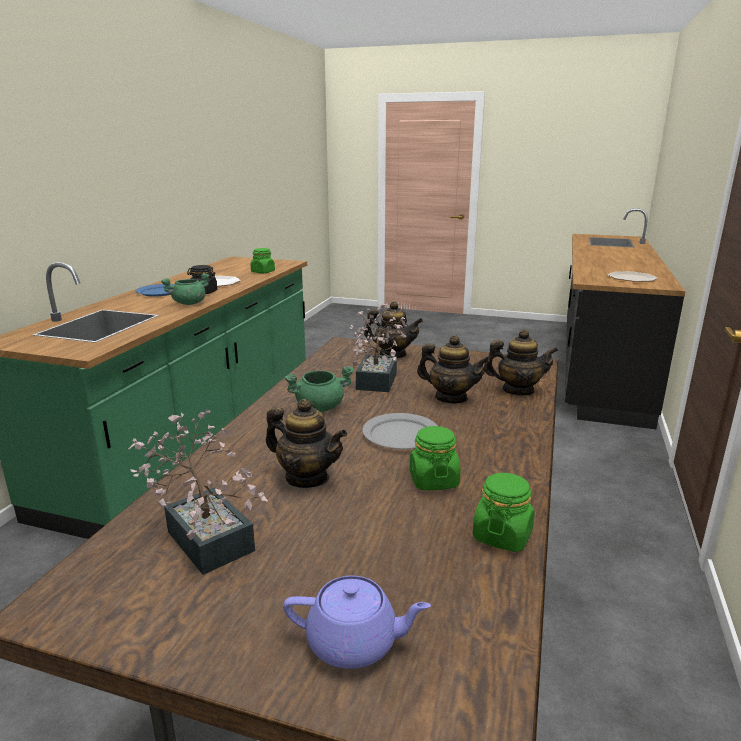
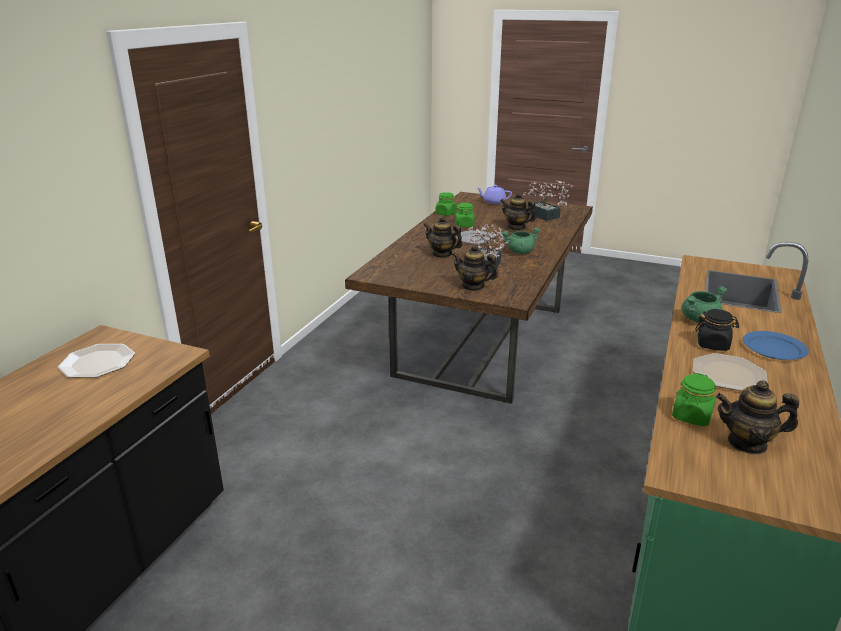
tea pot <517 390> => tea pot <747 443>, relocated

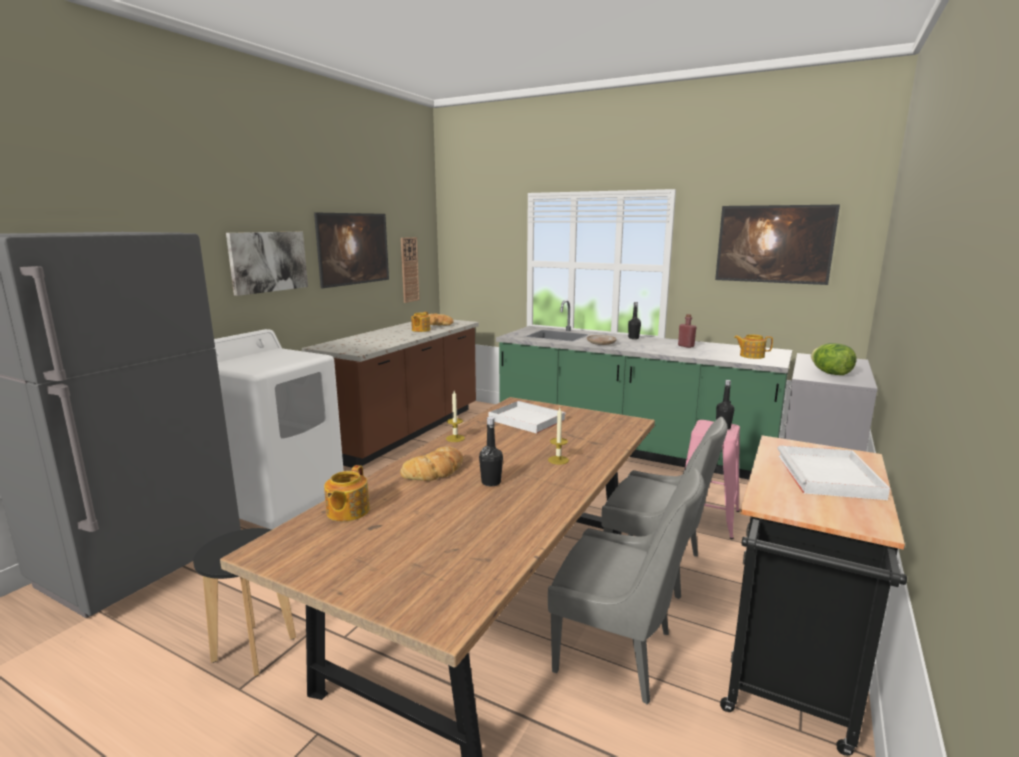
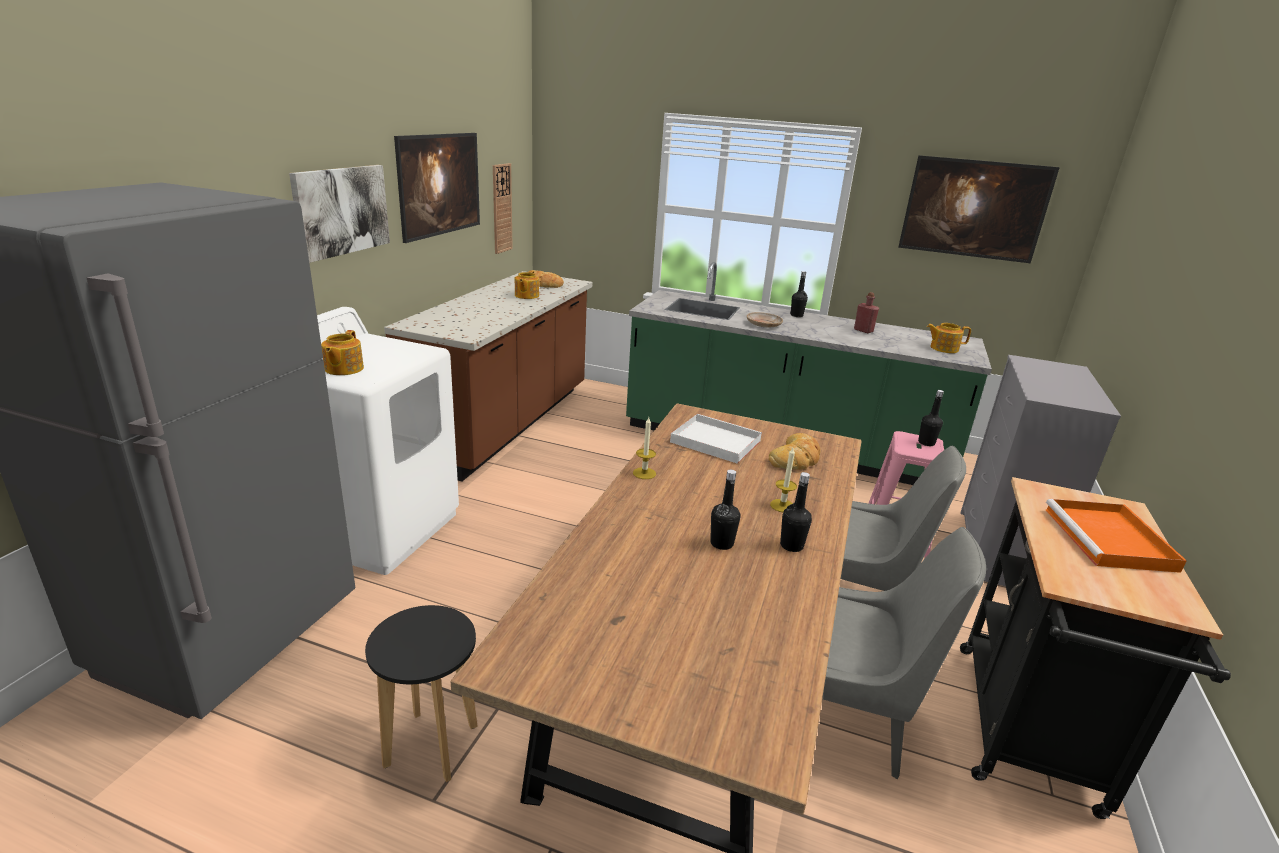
lettuce <830 373> => nothing
white-coloured serving tray <830 477> => orangey serving tray <1110 540>
bakery bread <435 470> => bakery bread <796 458>, relocated
tea pot <347 511> => tea pot <343 369>, relocated
nothing => blackish drink bottle <791 545>

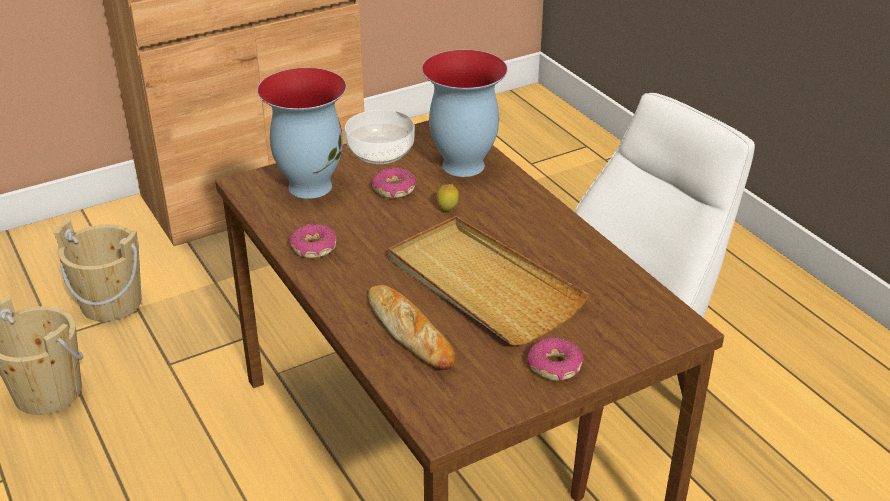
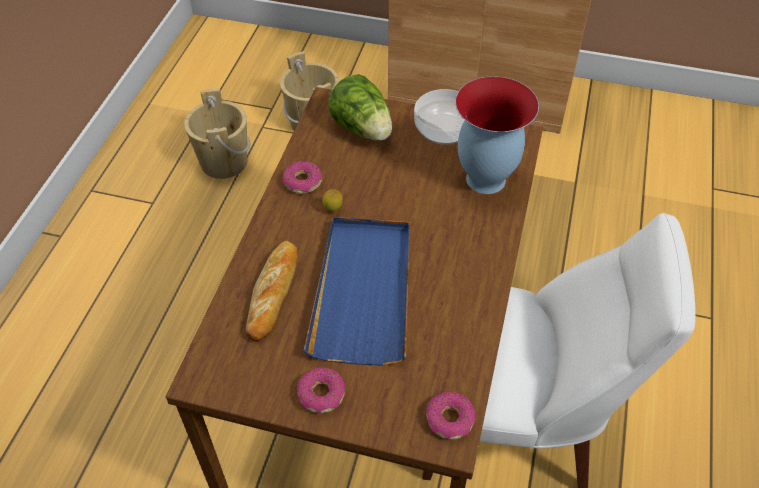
vase <309 185> => lettuce <363 129>
doughnut <394 190> => doughnut <449 420>, relocated
whole lemon <447 210> => whole lemon <333 210>, relocated
beige-coloured serving tray <482 285> => blue-coloured serving tray <363 291>

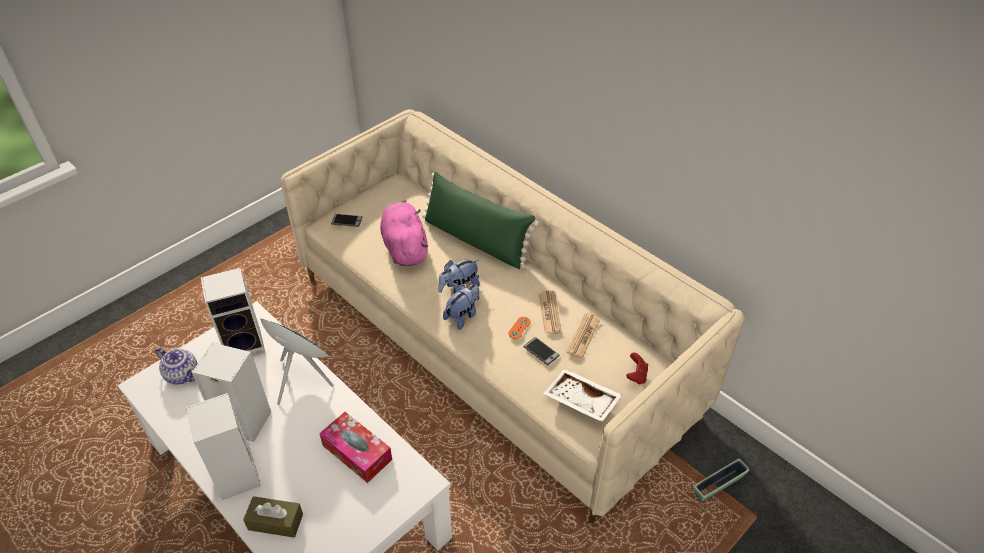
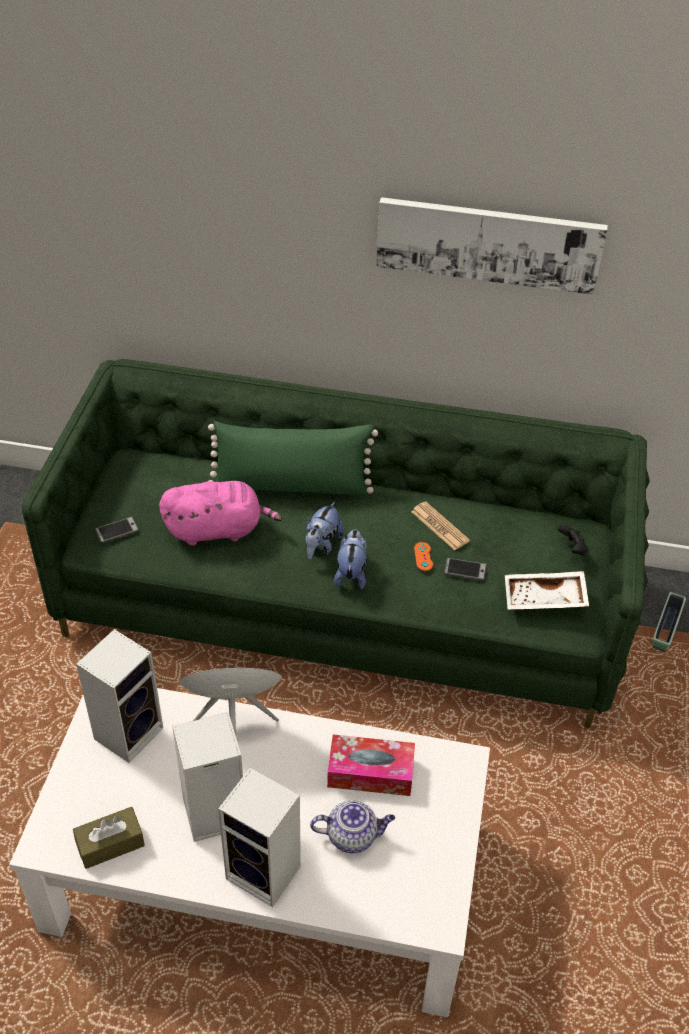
beige-coloured couch <492 344> => green couch <342 603>
pinkish soft toy <405 247> => pinkish soft toy <218 530>, 135 degrees clockwise
daily paper <583 336> => nothing
tea pot <183 375> => tea pot <353 836>, relocated
red-coloured game controller <636 376> => blackish game controller <572 548>
brown tissue holder <275 522> => brown tissue holder <110 844>, relocated
nothing => picture <488 243>

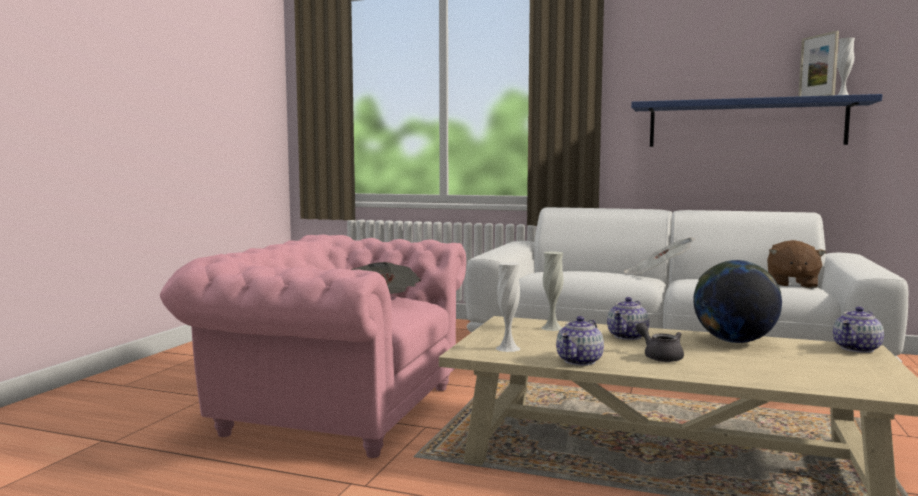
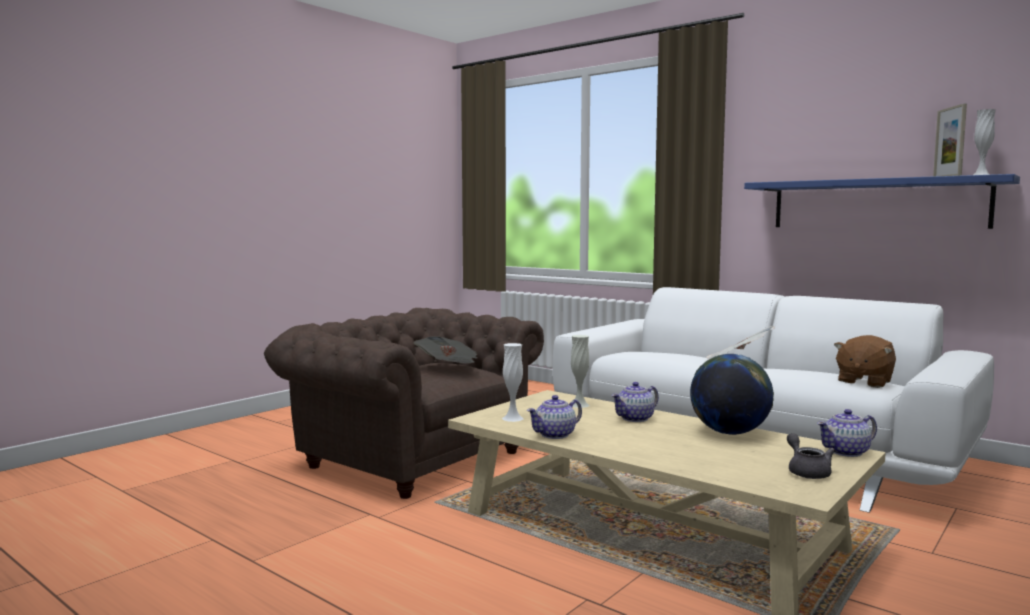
pinkish lounge chair <334 408> => brown lounge chair <410 457>
greyish tea pot <660 356> => greyish tea pot <807 472>, relocated

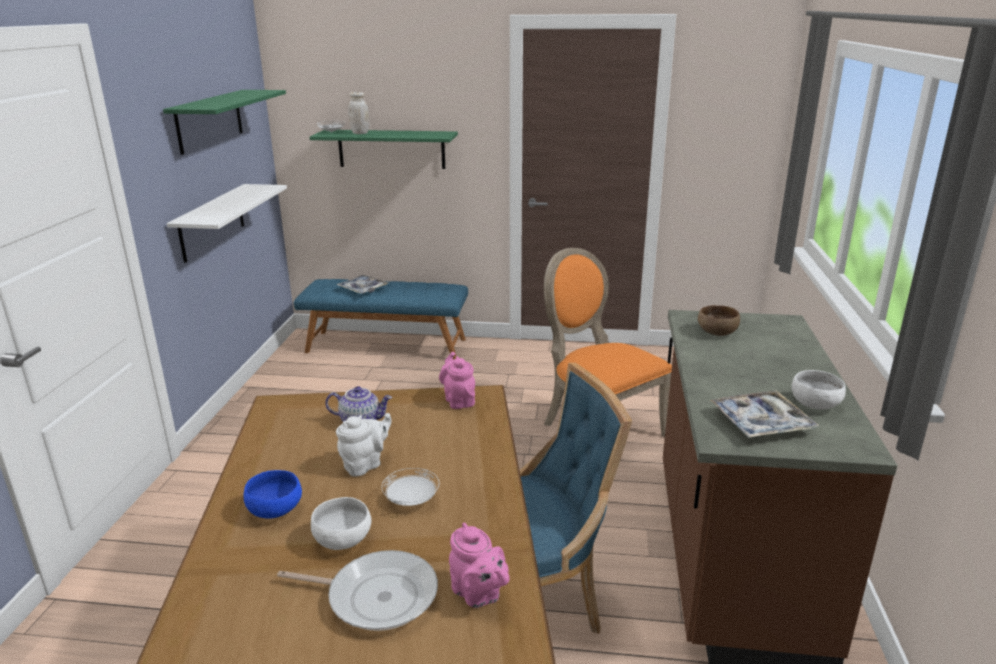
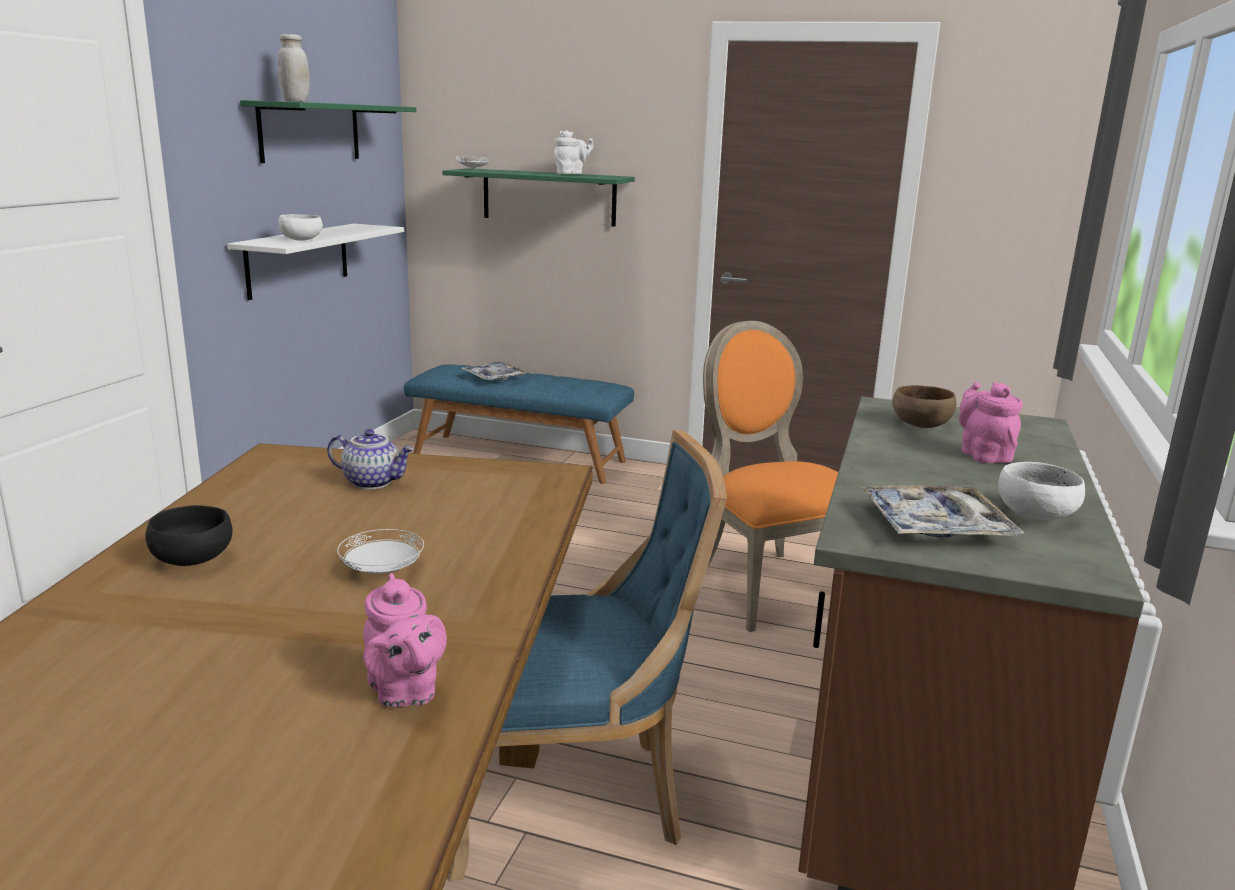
white-coloured preserve jar <360 133> => white-coloured preserve jar <295 101>, relocated
pinkish tea pot <458 400> => pinkish tea pot <983 454>, relocated
white-coloured tea pot <365 465> => white-coloured tea pot <571 174>, relocated
blue-coloured serving bowl <276 510> => blackish serving bowl <195 560>
white-coloured serving bowl <344 540> => white-coloured serving bowl <302 240>, relocated
skillet <377 596> => nothing

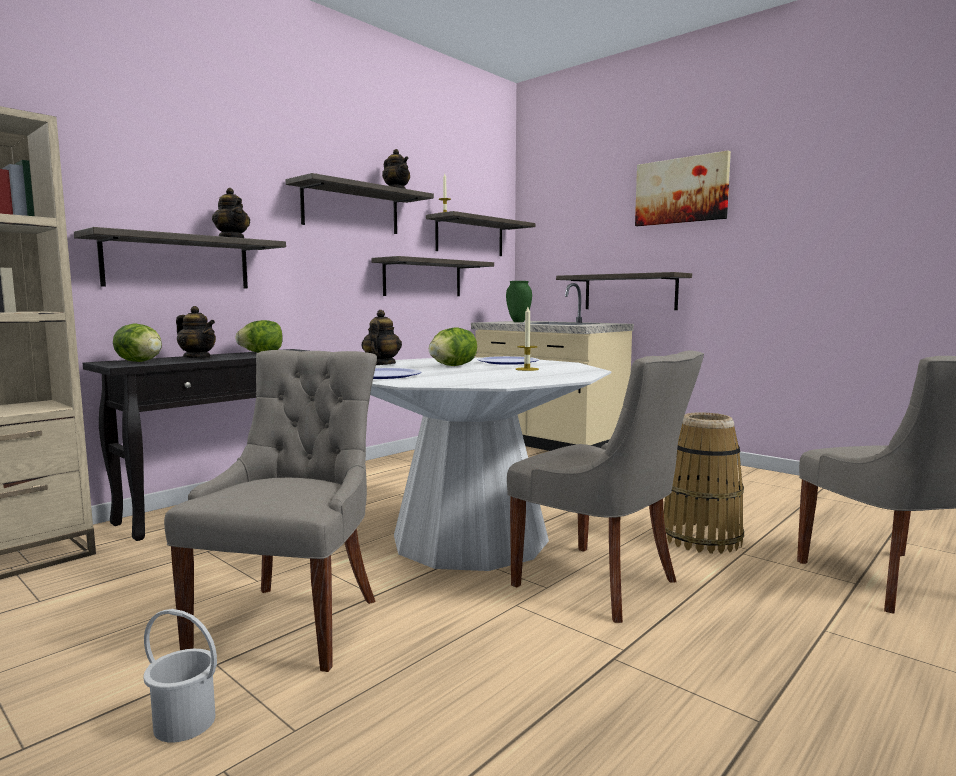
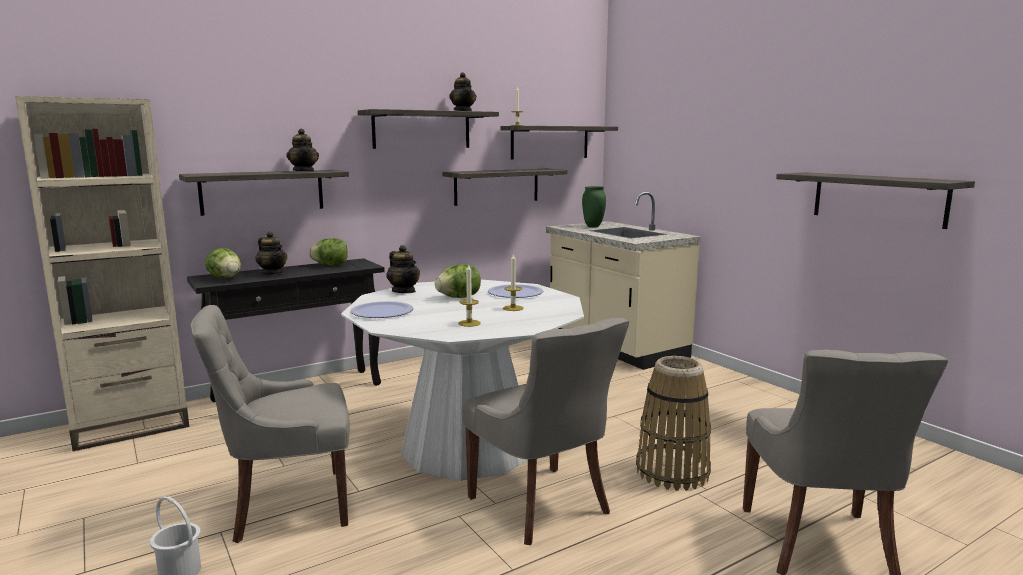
picture <681 191> => nothing
wall shelf <630 292> => wall shelf <878 198>, relocated
tea pot <381 364> => tea pot <404 291>, 120 degrees clockwise
greyish upright chair <292 622> => greyish upright chair <287 505>, 135 degrees counterclockwise
nothing => wax candle <469 323>

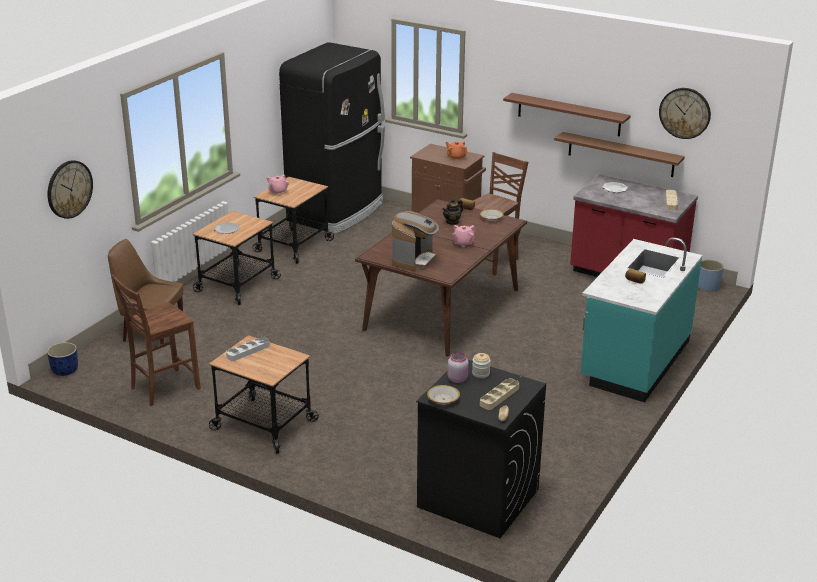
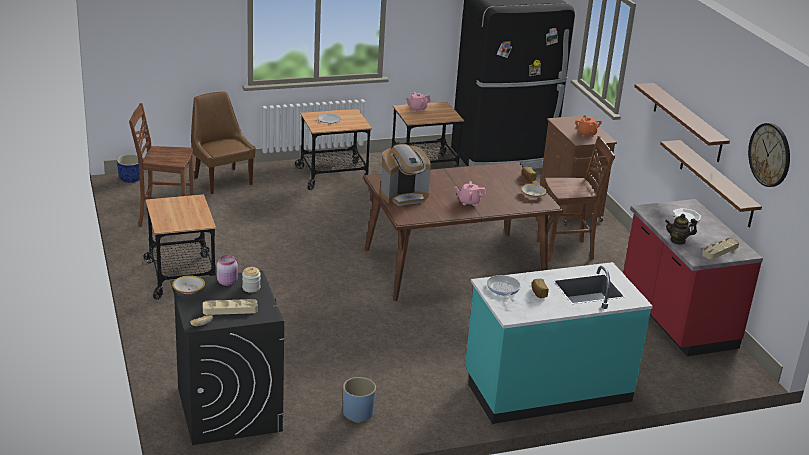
clock on the wall <69 189> => nothing
tea pot <452 222> => tea pot <678 241>, relocated
blue-coloured planter <708 287> => blue-coloured planter <358 414>, relocated
greyish serving tray <248 351> => nothing
nothing => skillet <503 289>

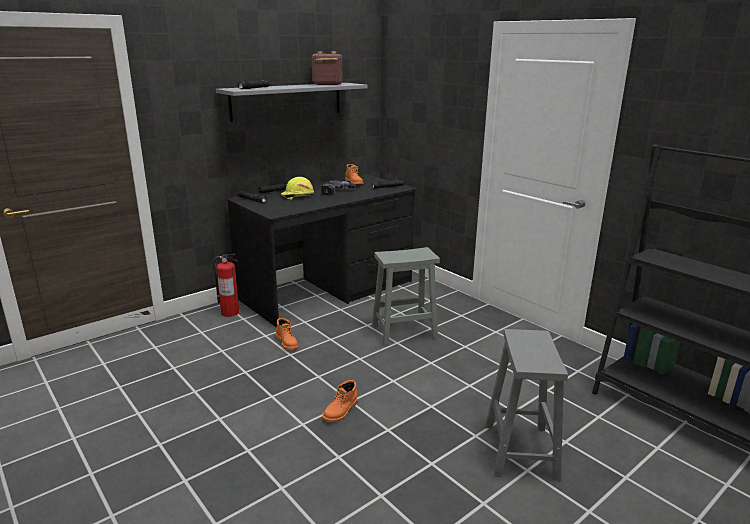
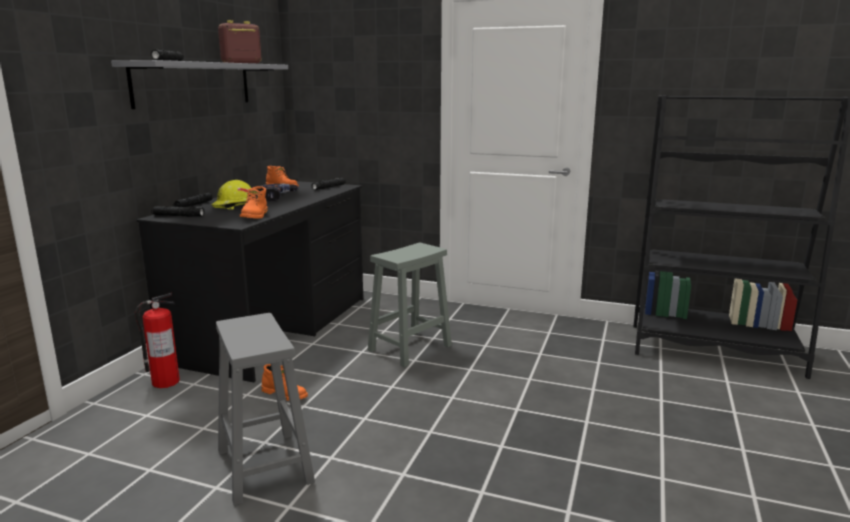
greyish stool seat <521 451> => greyish stool seat <265 467>, relocated
orangey boot <341 411> => orangey boot <255 216>, relocated

